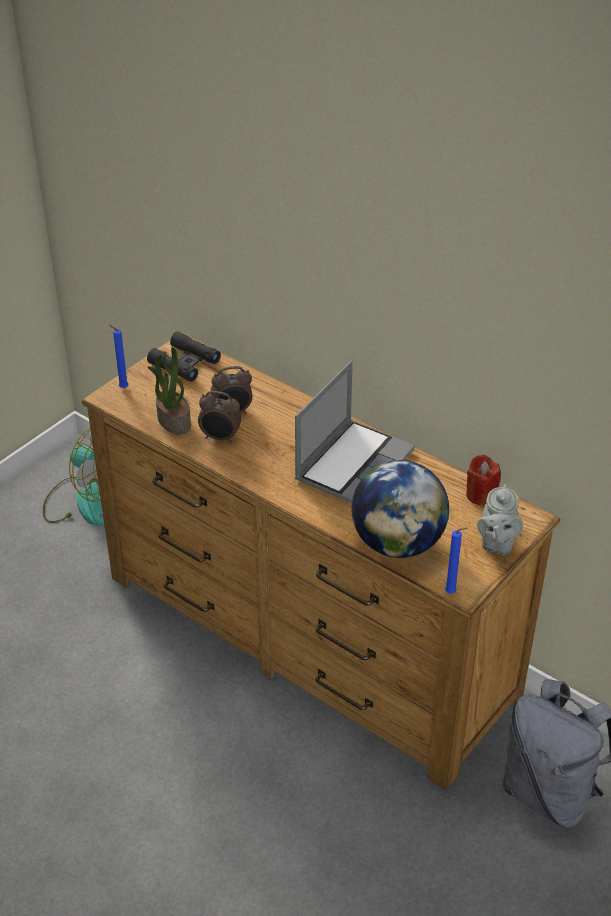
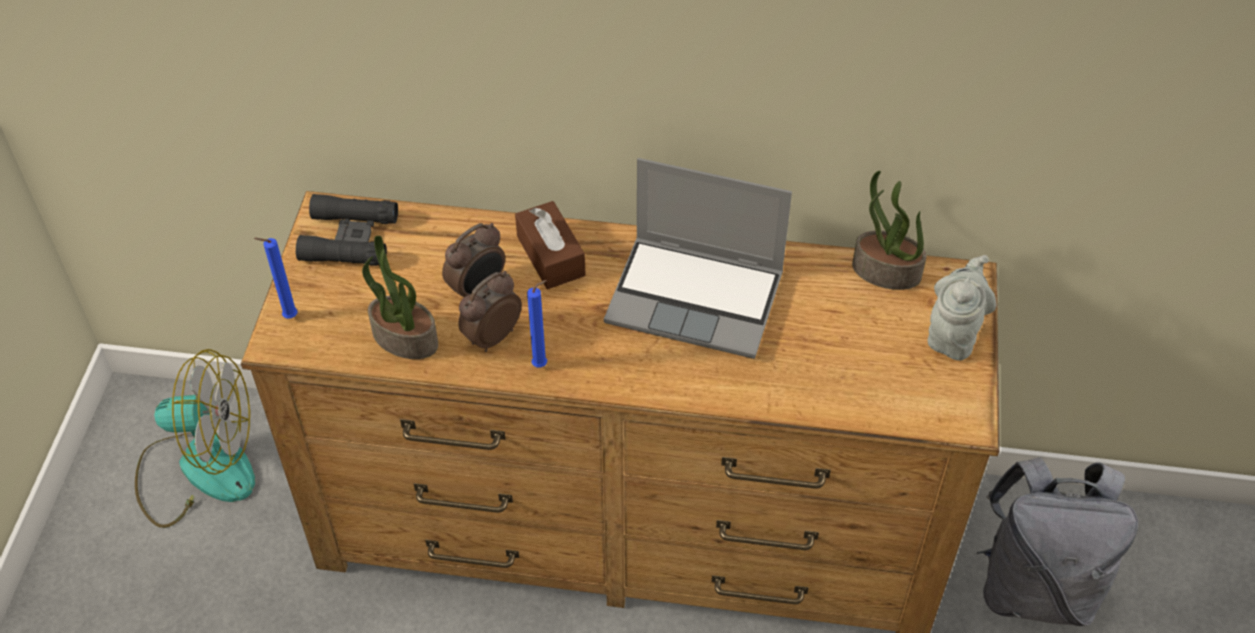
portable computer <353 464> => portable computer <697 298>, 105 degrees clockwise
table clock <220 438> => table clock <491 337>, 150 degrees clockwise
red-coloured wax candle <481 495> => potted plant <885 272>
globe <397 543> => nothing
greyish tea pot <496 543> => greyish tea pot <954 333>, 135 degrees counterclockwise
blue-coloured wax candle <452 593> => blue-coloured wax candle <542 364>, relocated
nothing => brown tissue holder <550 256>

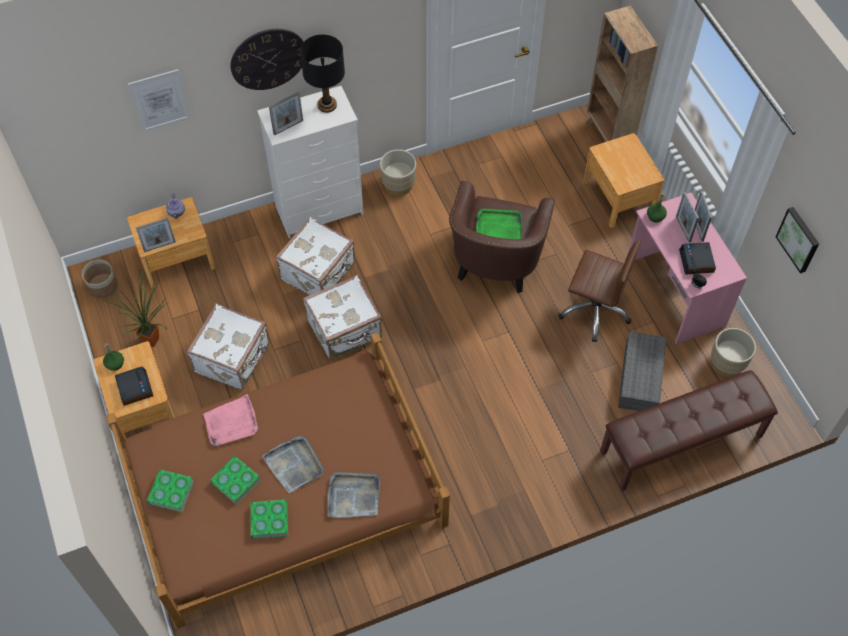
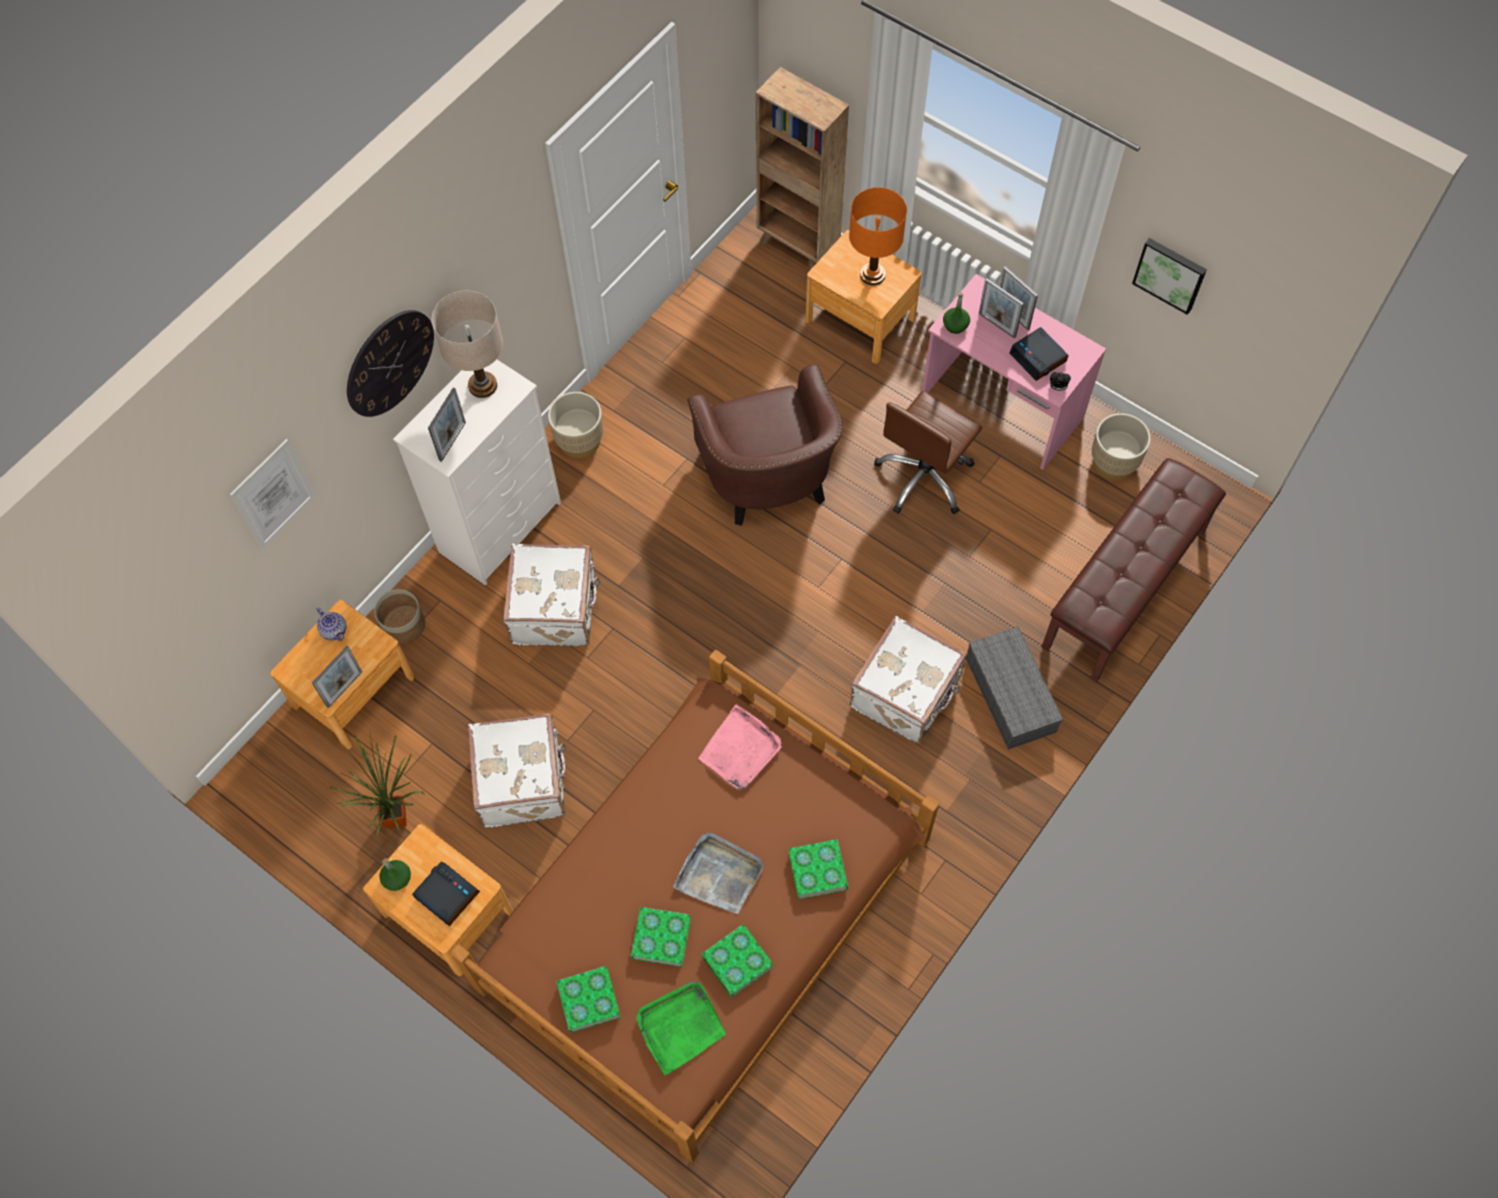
blackish tabletop lamp <327 105> => beige-coloured tabletop lamp <482 385>
green serving tray <498 228> => green serving tray <680 1027>, relocated
brown computer chair <595 310> => brown computer chair <924 477>, 135 degrees clockwise
planter <102 286> => planter <403 625>, relocated
white-coloured piece of luggage <345 330> => white-coloured piece of luggage <907 694>, relocated
greyish storage box <639 377> => greyish storage box <1008 694>, relocated
pinkish serving tray <231 423> => pinkish serving tray <740 750>, relocated
greyish serving tray <353 496> => book <818 871>
nothing => orangey tabletop lamp <873 275>

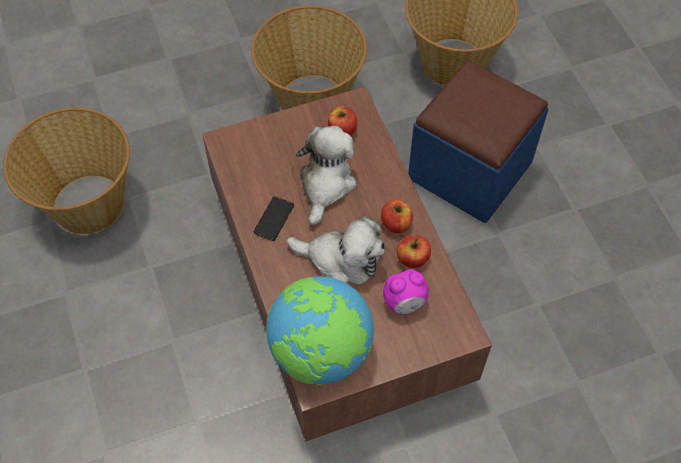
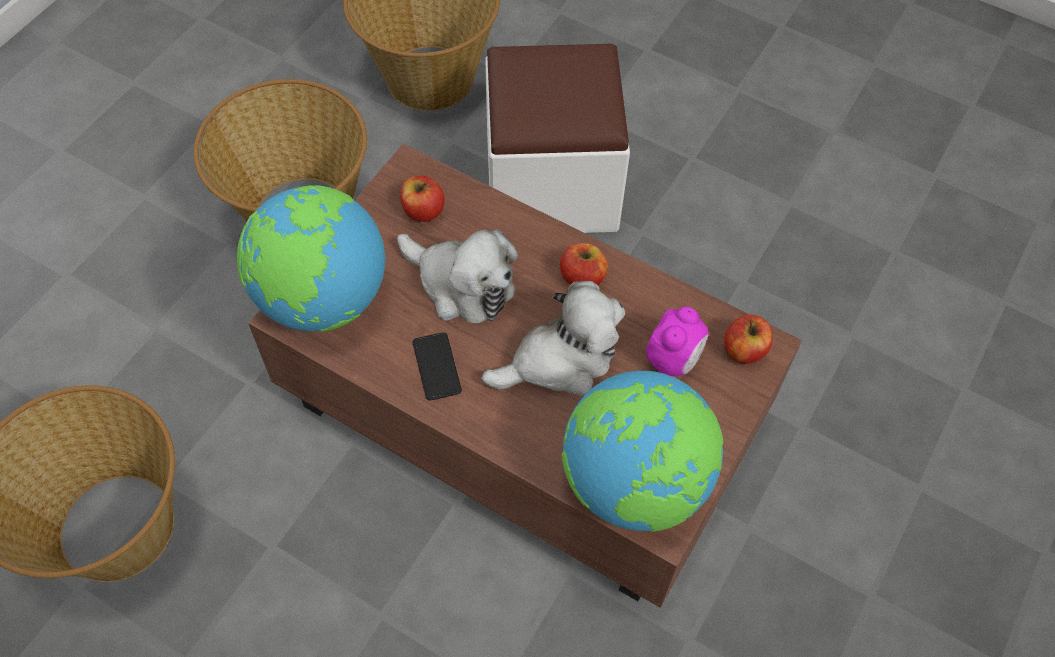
blue-coloured ottoman <470 170> => white-coloured ottoman <551 184>
soft toy <326 184> => soft toy <461 285>, 150 degrees clockwise
whole apple <412 258> => whole apple <744 350>, relocated
nothing => globe <322 299>

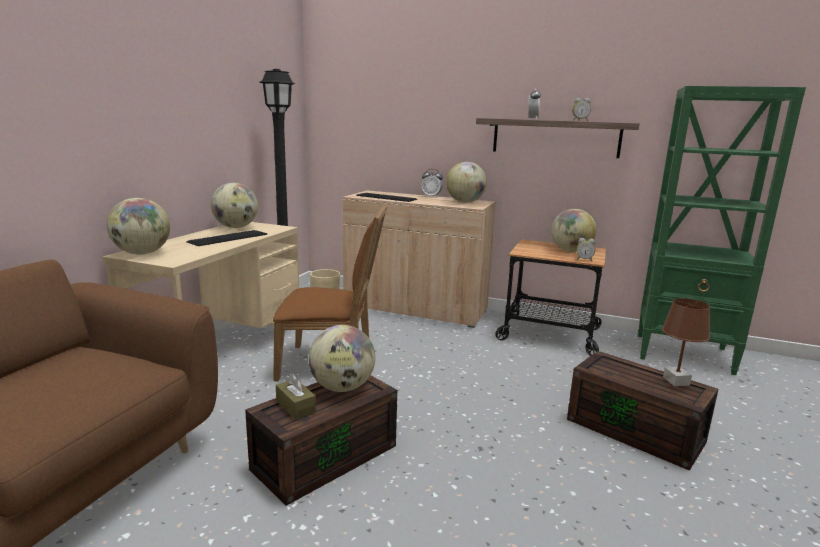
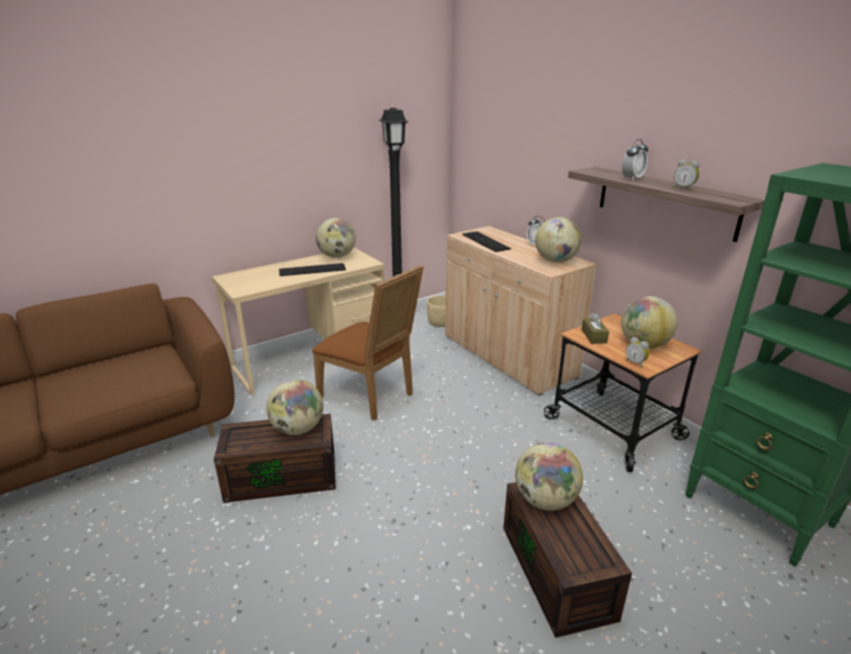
globe <142 253> => globe <545 500>, relocated
brown tabletop lamp <676 381> => nothing
brown tissue holder <295 406> => brown tissue holder <594 336>, relocated

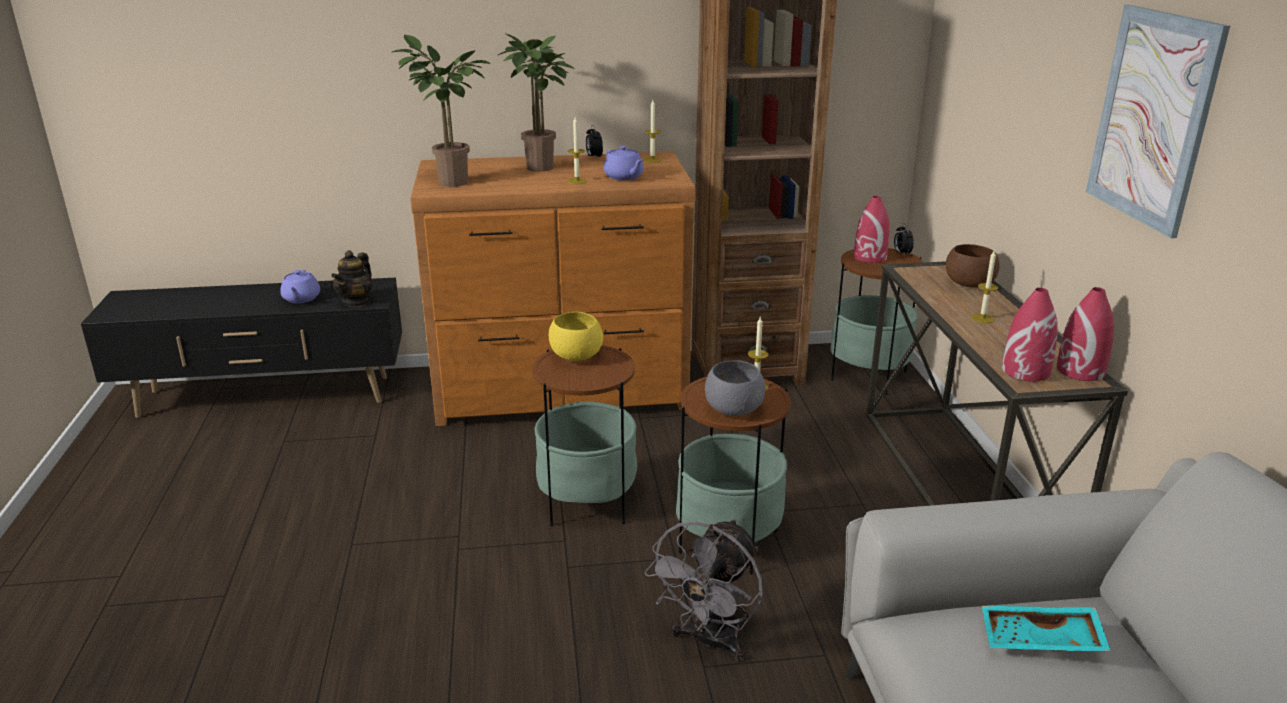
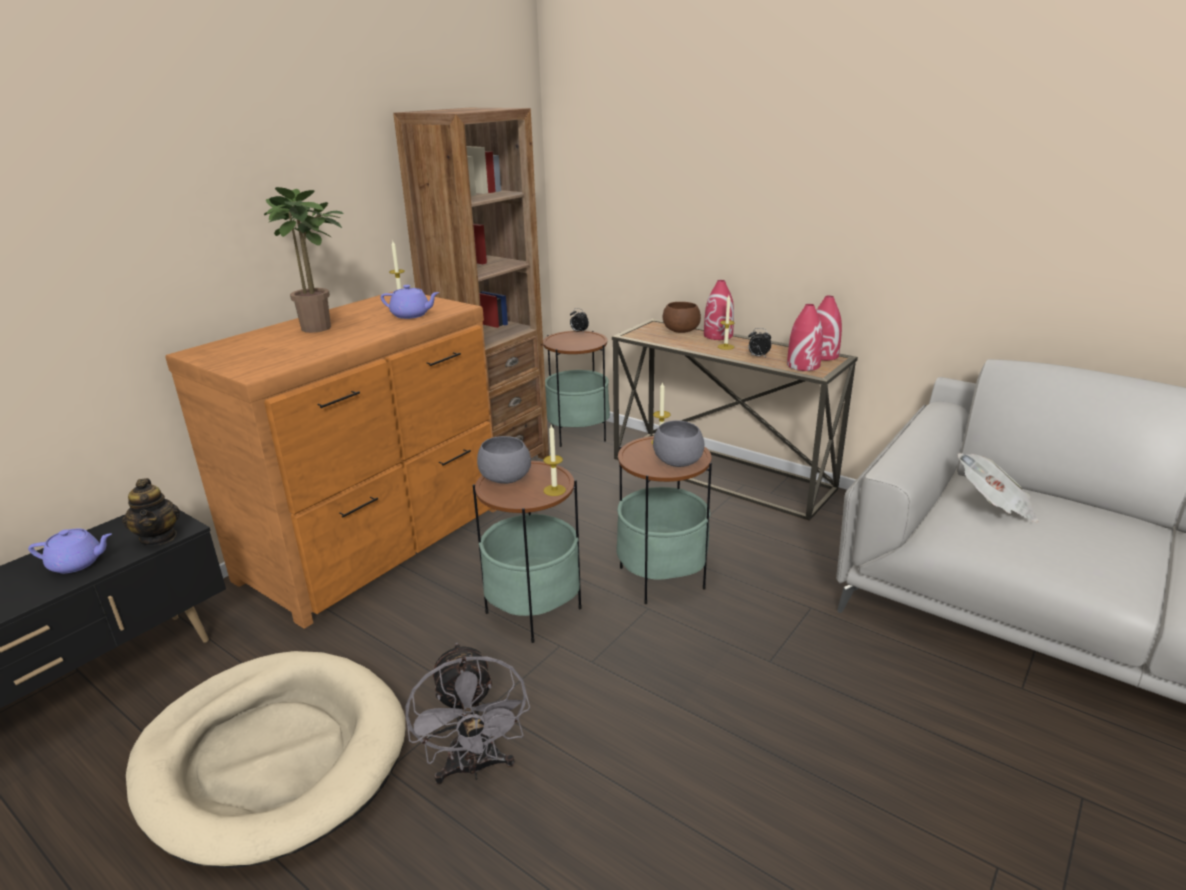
picture <1152 118> => nothing
potted plant <448 183> => nothing
wax candle <577 181> => wax candle <554 490>, relocated
table clock <594 157> => table clock <758 356>, relocated
red-coloured vase <870 257> => red-coloured vase <718 335>, relocated
purple-coloured tea pot <301 299> => purple-coloured tea pot <78 563>, 45 degrees counterclockwise
yellow-coloured serving bowl <576 356> => greyish serving bowl <506 479>
greyish fan <709 643> => greyish fan <474 768>, relocated
turquoise-coloured serving tray <1040 642> => daily paper <994 506>
nothing => beige-coloured pet bed <273 757>

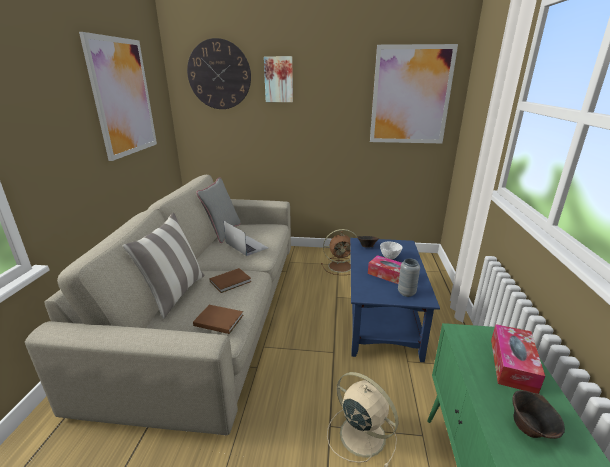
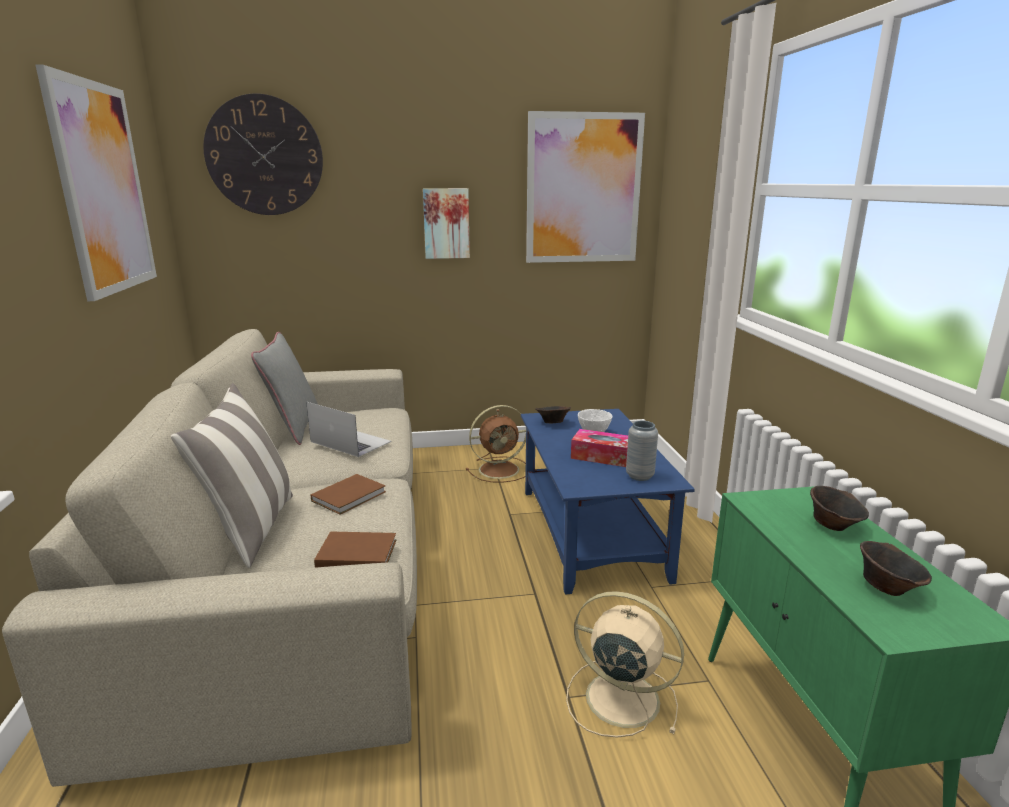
picture <279 79> => picture <446 223>, relocated
tissue holder <512 364> => brown serving bowl <833 525>

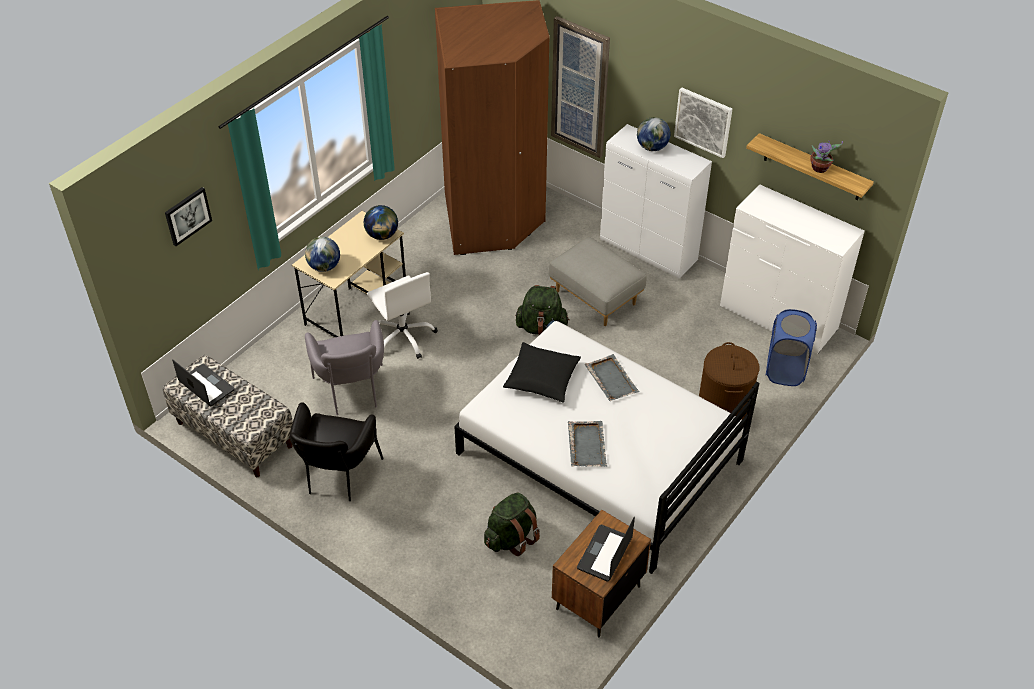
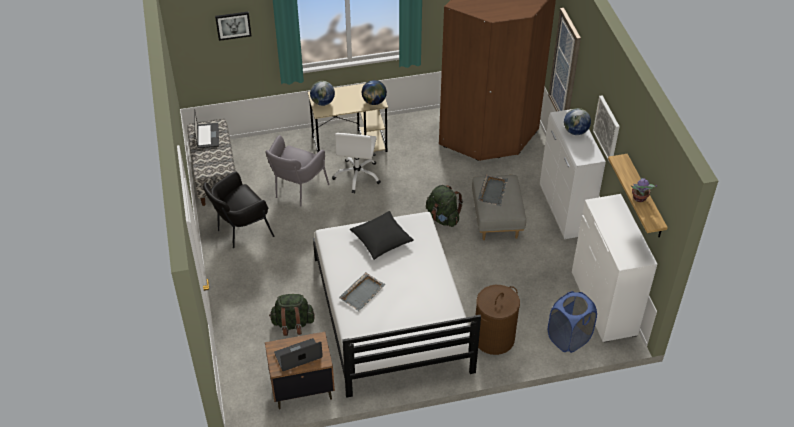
greyish serving tray <611 379> => greyish serving tray <493 191>, relocated

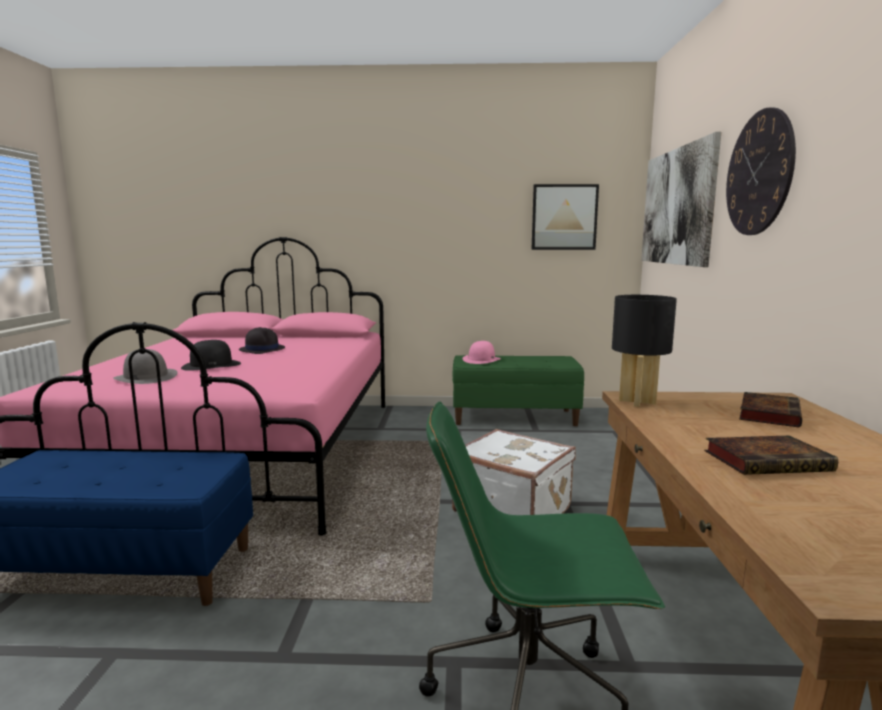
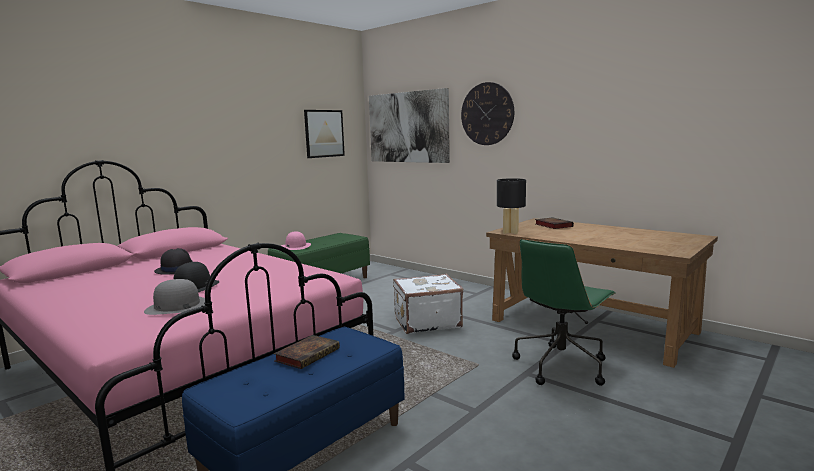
book <768 461> => book <308 354>, relocated

